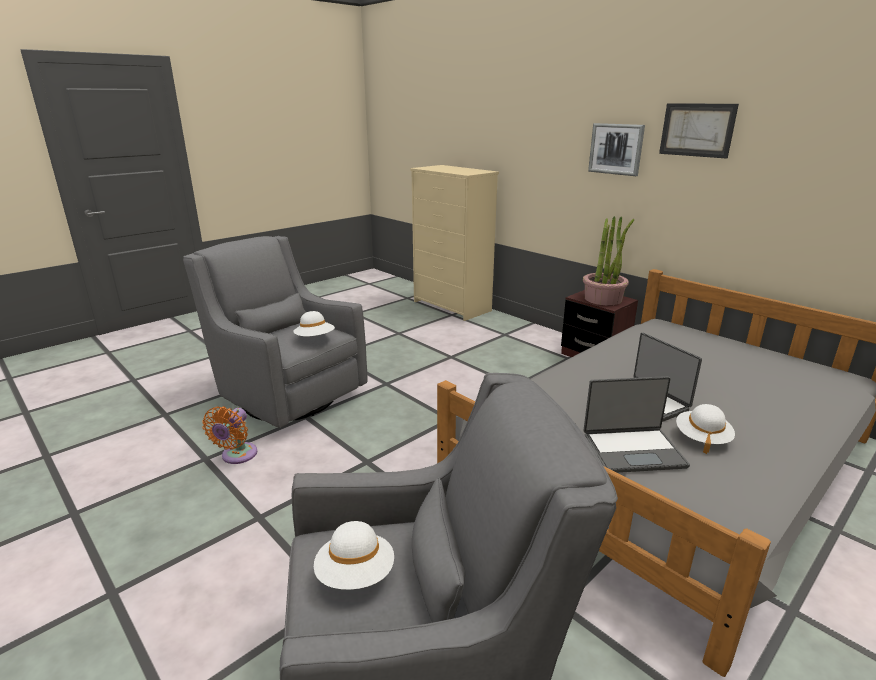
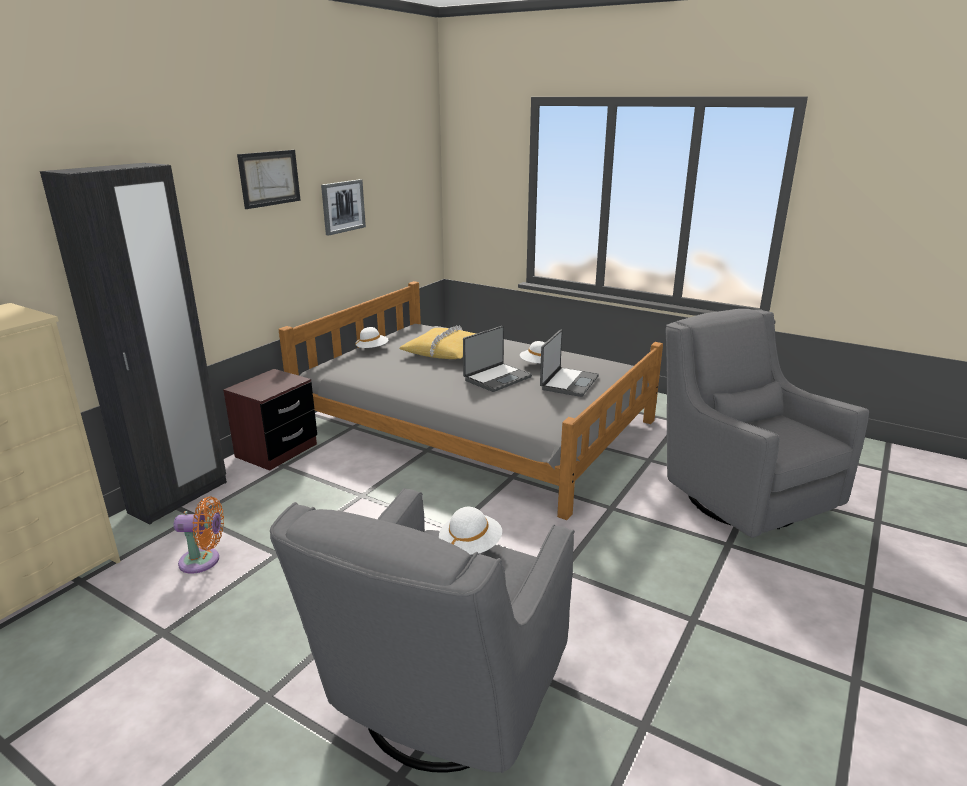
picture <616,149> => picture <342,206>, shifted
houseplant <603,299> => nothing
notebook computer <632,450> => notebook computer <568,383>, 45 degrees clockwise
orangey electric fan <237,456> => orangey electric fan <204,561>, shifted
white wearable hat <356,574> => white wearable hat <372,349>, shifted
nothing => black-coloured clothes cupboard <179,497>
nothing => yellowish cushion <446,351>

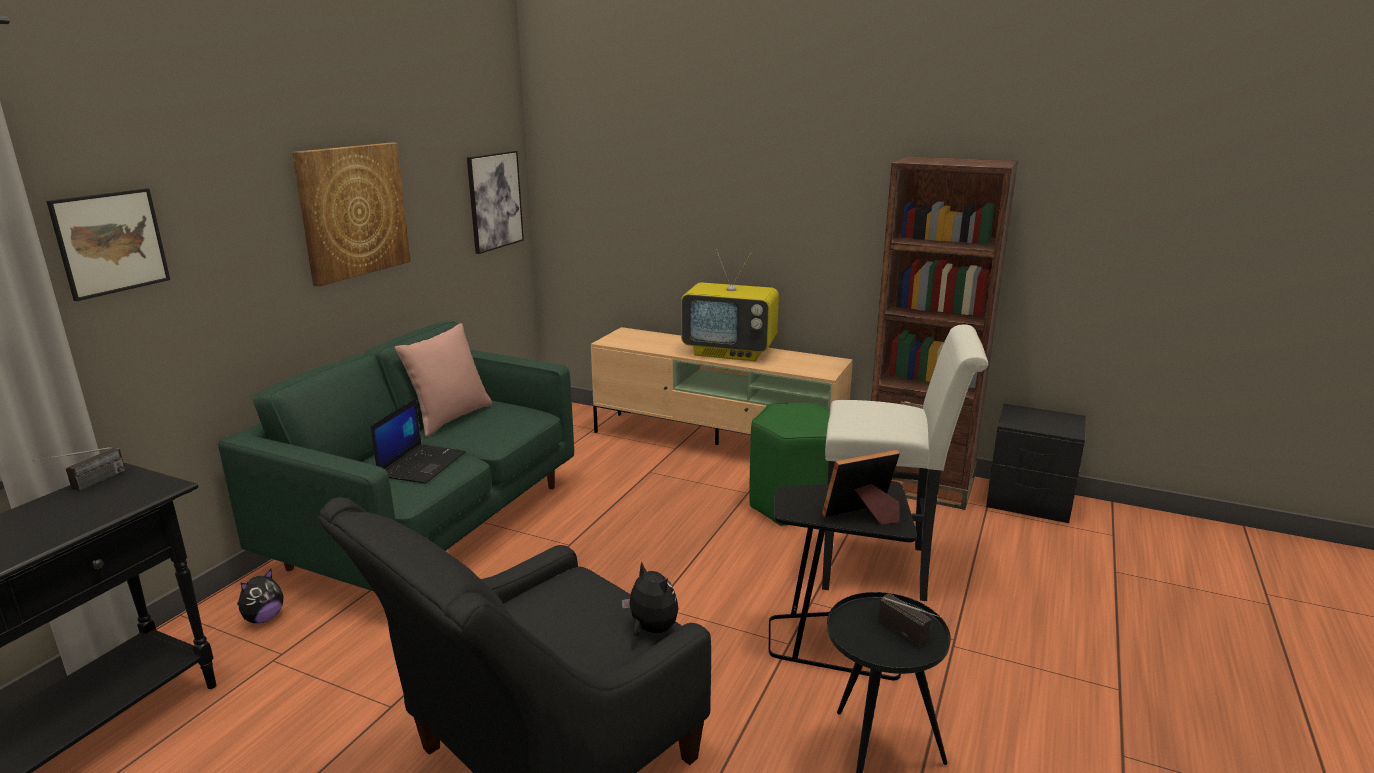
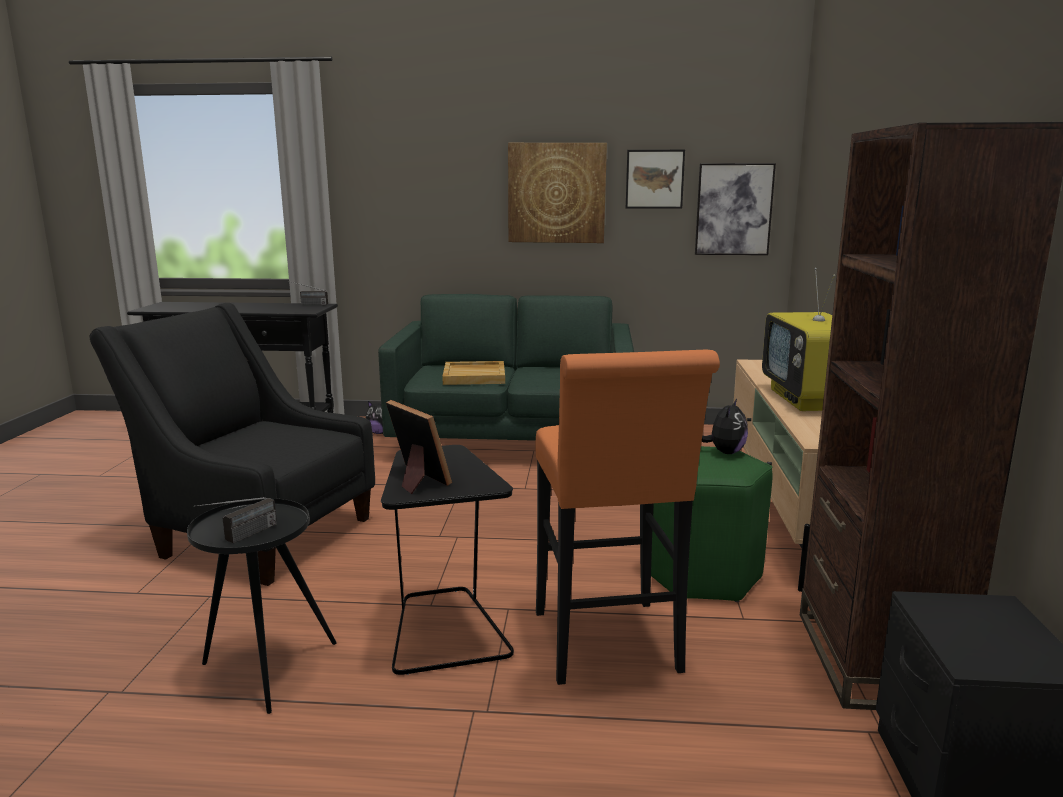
picture <111,242> => picture <654,179>, shifted
pink-coloured cushion <450,418> => nothing
white stool seat <884,569> => orangey stool seat <609,648>
notebook computer <422,464> => beige serving tray <475,376>
cuddly toy <651,629> => cuddly toy <725,452>, shifted

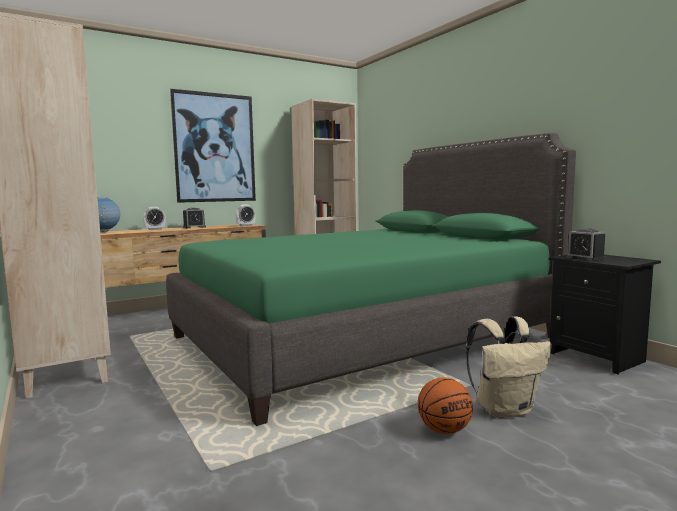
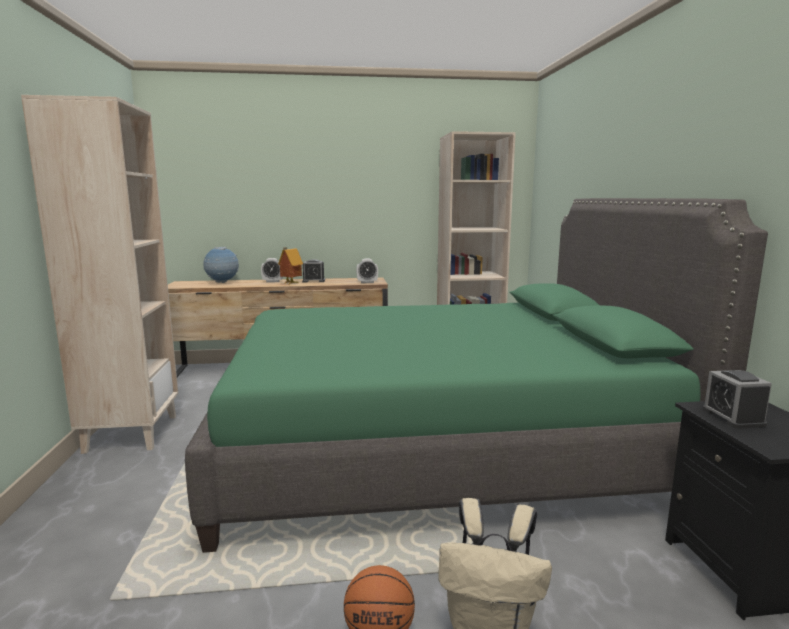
picture <214,148> => nothing
nothing => toy house <290,284>

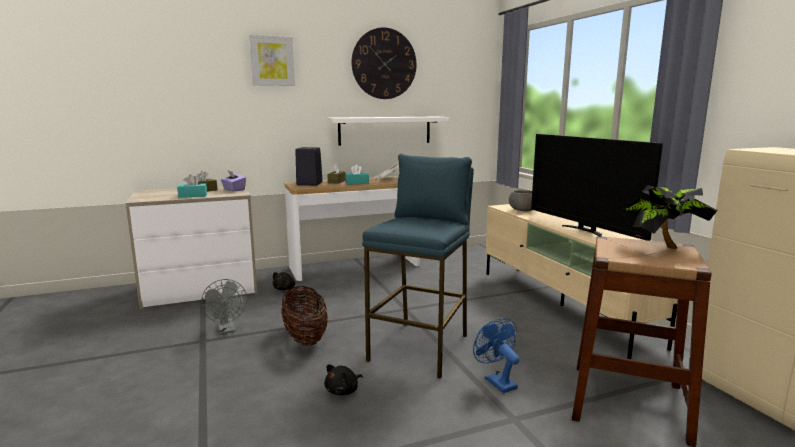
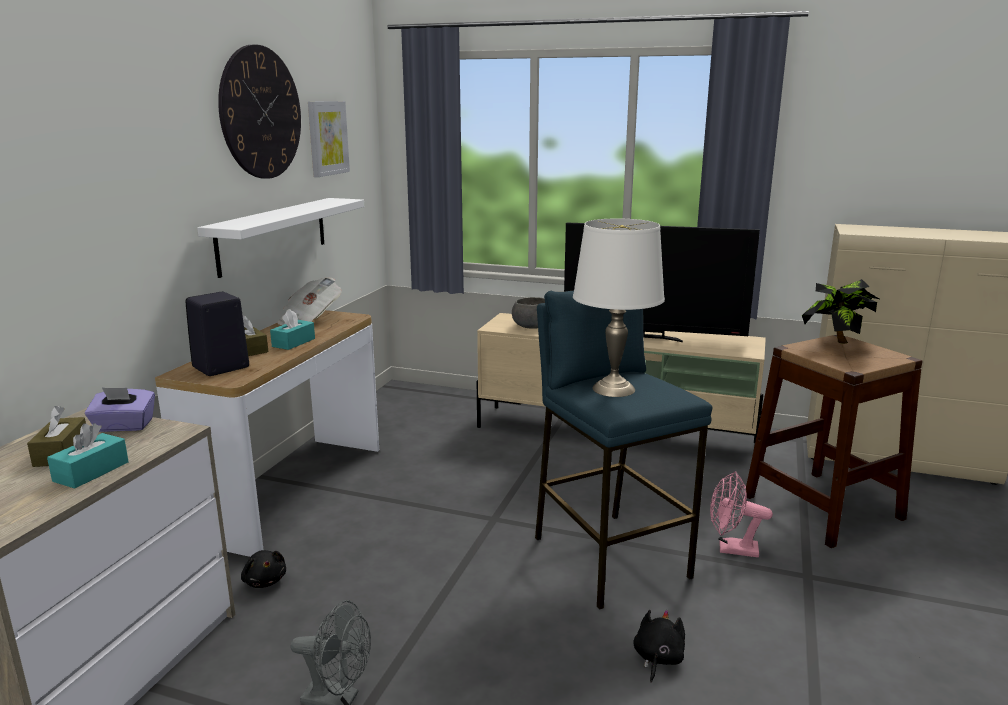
picture <272,61> => picture <327,138>, shifted
basket <305,338> => nothing
bluish electric fan <496,381> => pink-coloured electric fan <731,549>
black-coloured cuddly toy <343,391> => black-coloured cuddly toy <657,659>, 150 degrees counterclockwise
nothing => white tabletop lamp <614,388>

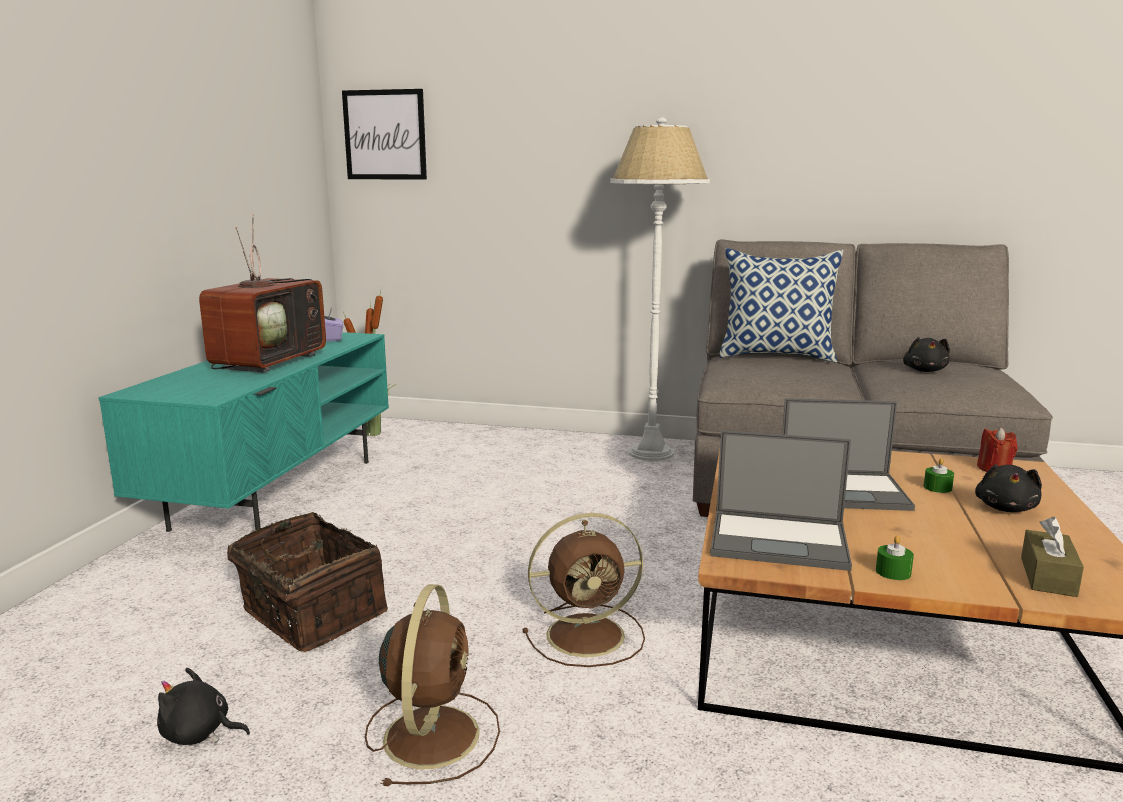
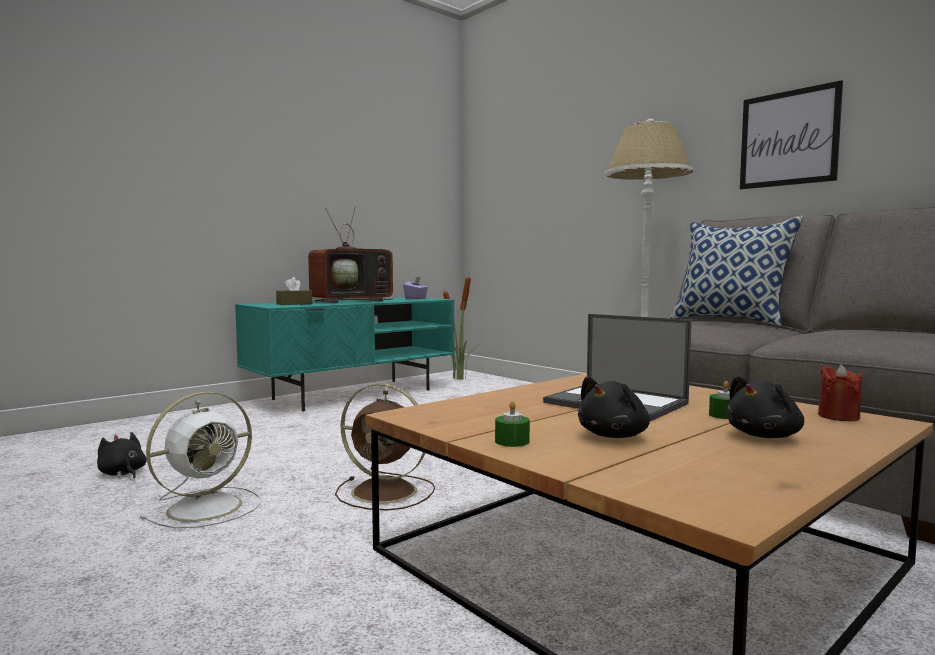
picture <385,135> => picture <788,138>, shifted
black-coloured cuddly toy <924,370> => black-coloured cuddly toy <615,436>, shifted
notebook computer <780,540> => nothing
basket <310,614> => nothing
brownish box of tissues <1048,576> => brownish box of tissues <294,304>, shifted
brownish electric fan <432,733> => white electric fan <208,507>

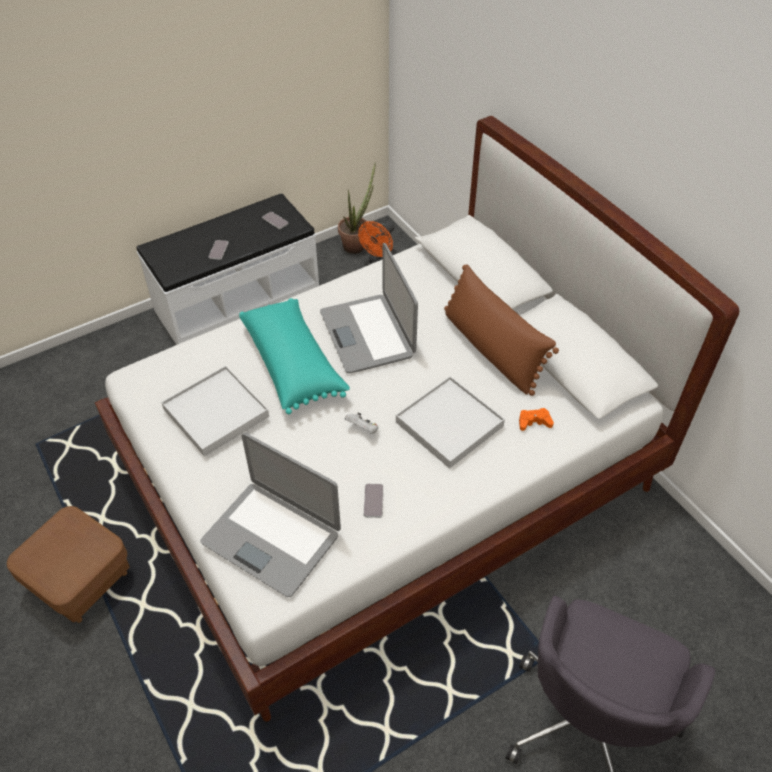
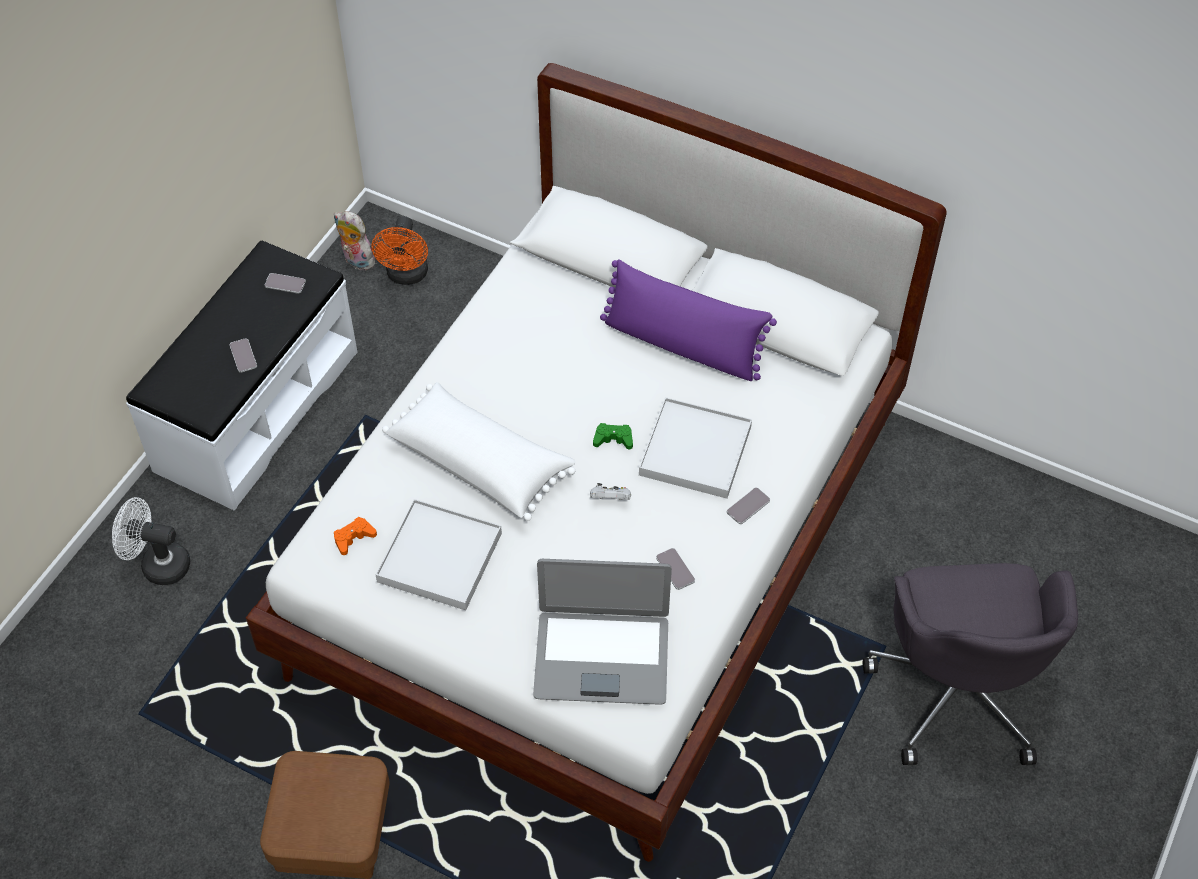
houseplant <357,244> => cuddly toy <356,261>
notebook computer <368,334> => nothing
brownish cushion <491,349> => purplish cushion <682,345>
turquoise cushion <293,364> => white cushion <480,461>
orangey joypad <534,422> => orangey joypad <353,538>, shifted
nothing => greenish joypad <613,439>
nothing => phone <748,506>
nothing => white electric fan <158,564>

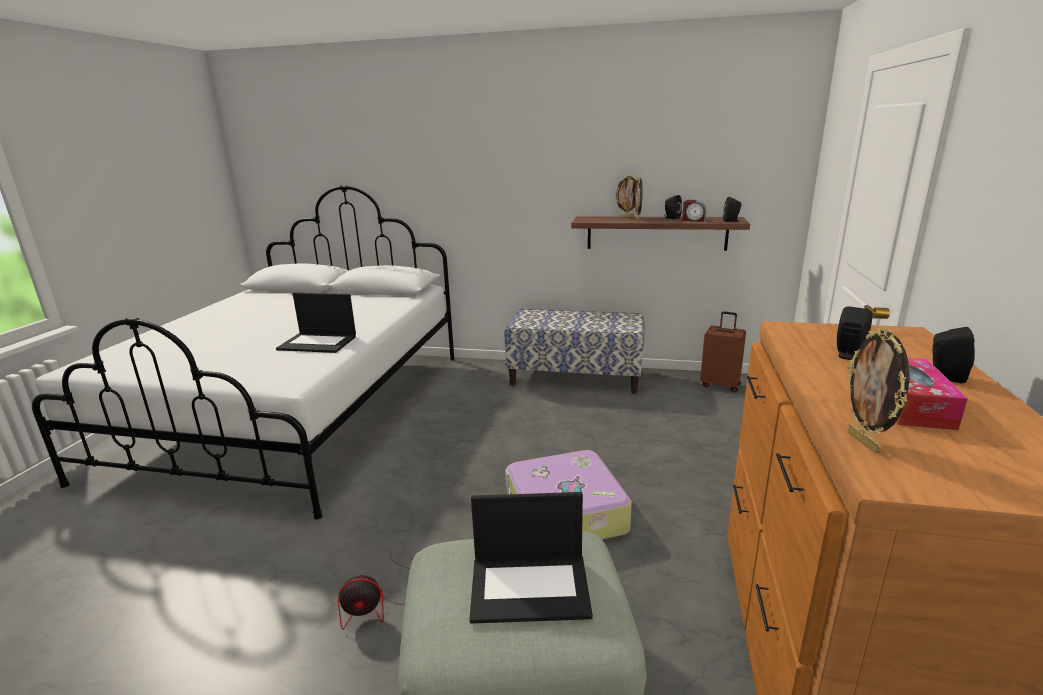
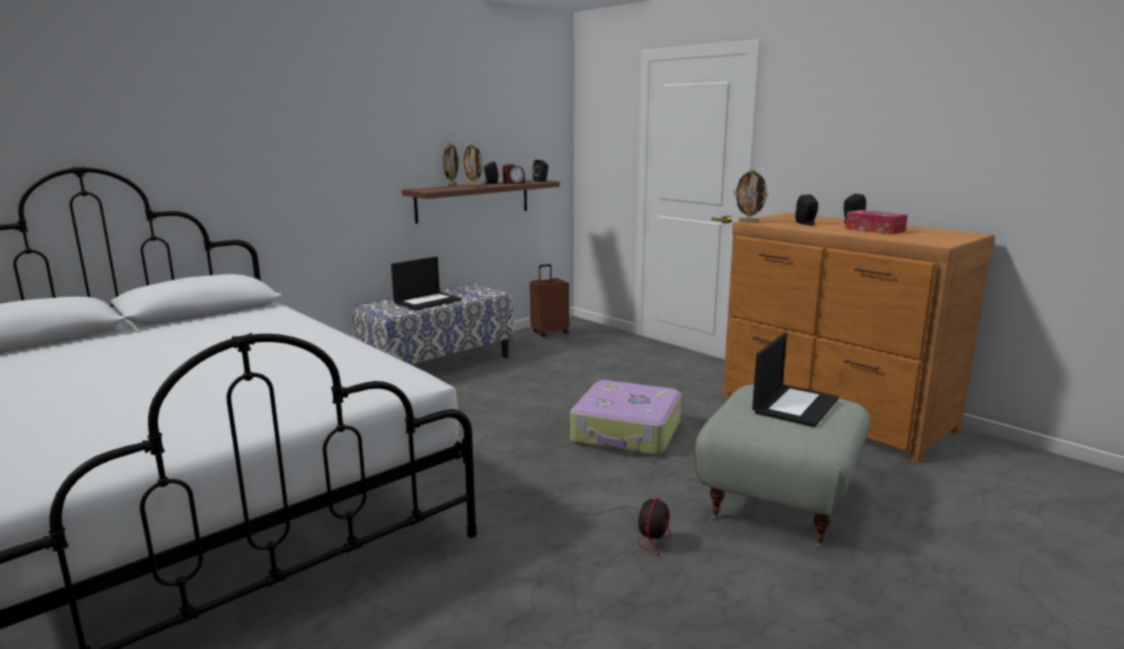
notebook computer <318,343> => notebook computer <427,301>, shifted
standing frame <864,442> => standing frame <749,222>, shifted

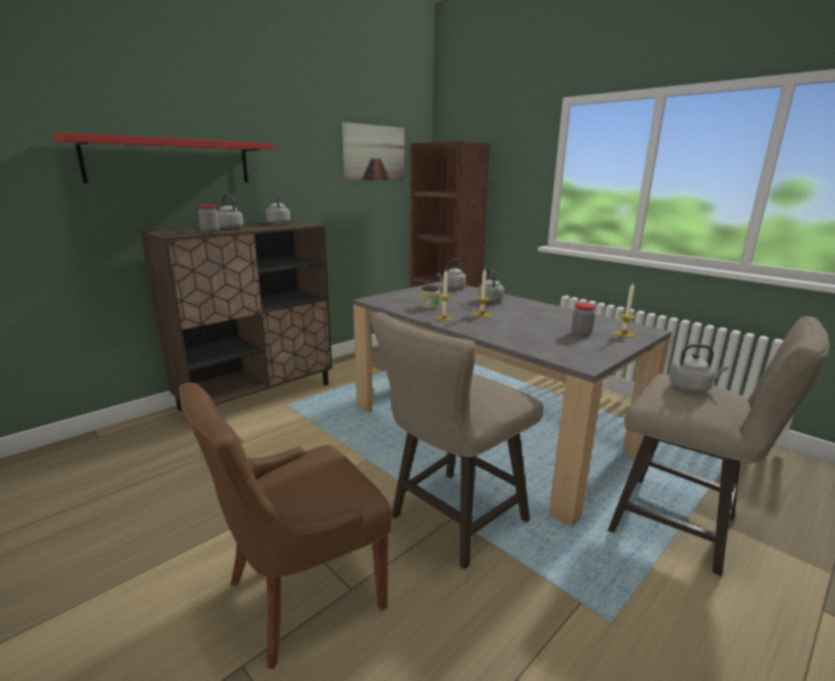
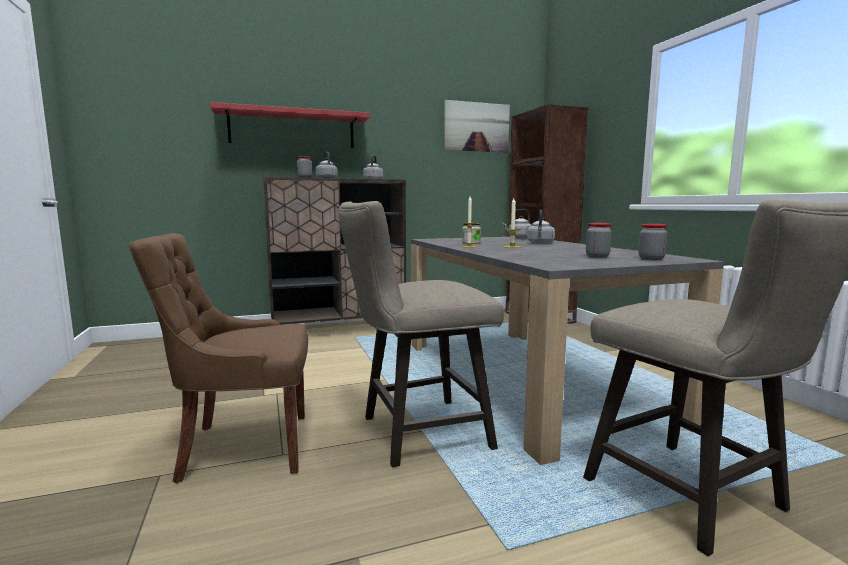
wax light <624,334> => jar <651,259>
greyish kettle <691,387> => nothing

